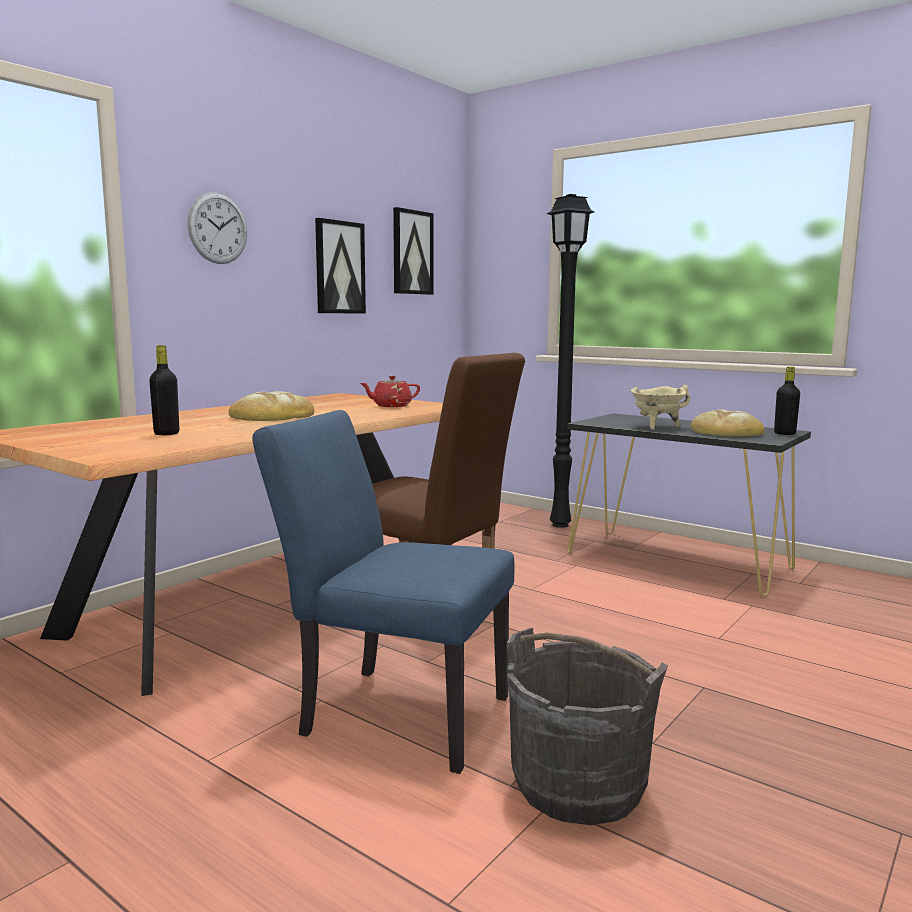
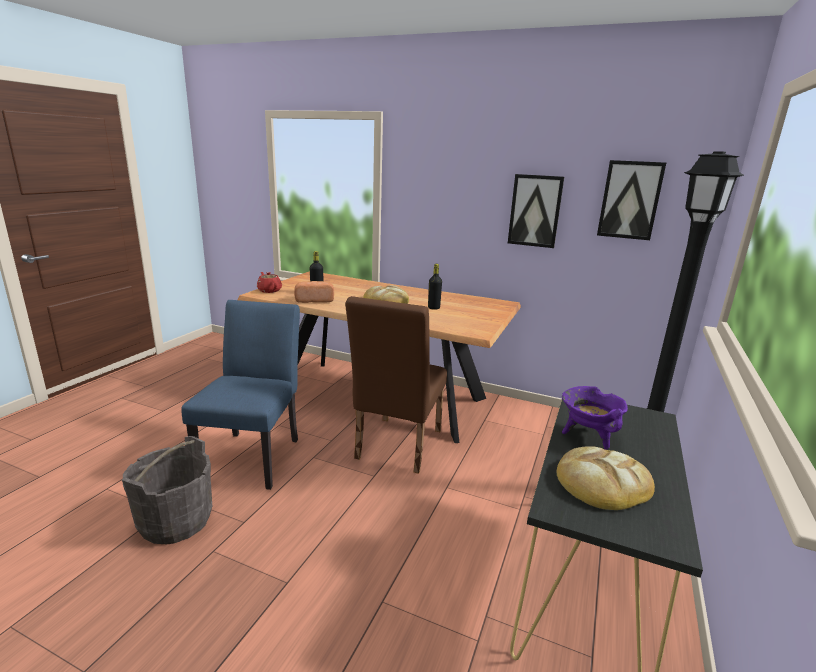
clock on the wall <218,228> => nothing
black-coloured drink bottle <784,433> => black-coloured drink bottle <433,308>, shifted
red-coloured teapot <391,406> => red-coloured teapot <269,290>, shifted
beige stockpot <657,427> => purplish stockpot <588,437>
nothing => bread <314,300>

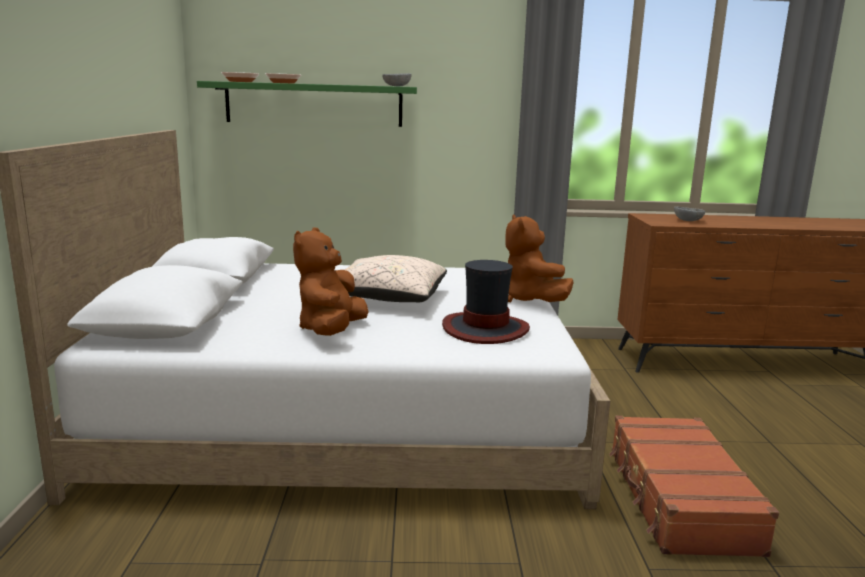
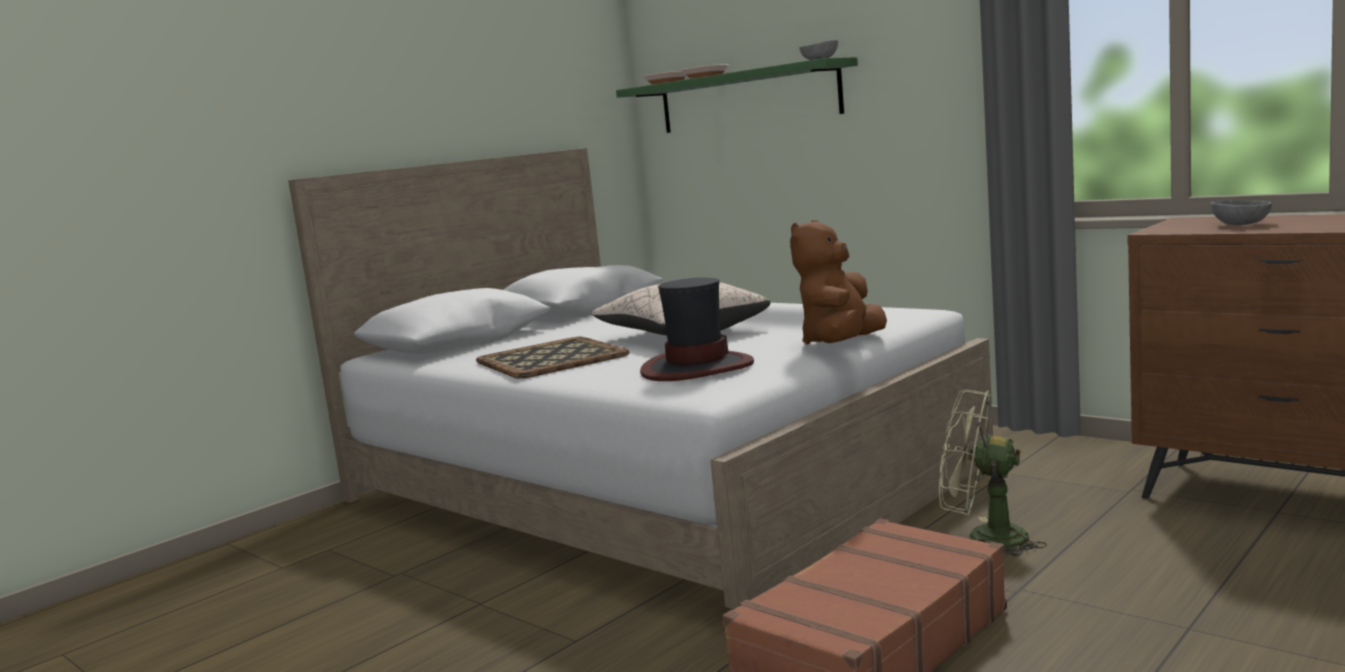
brownish cuddly toy <331,331> => serving tray <552,358>
nothing => greenish electric fan <984,538>

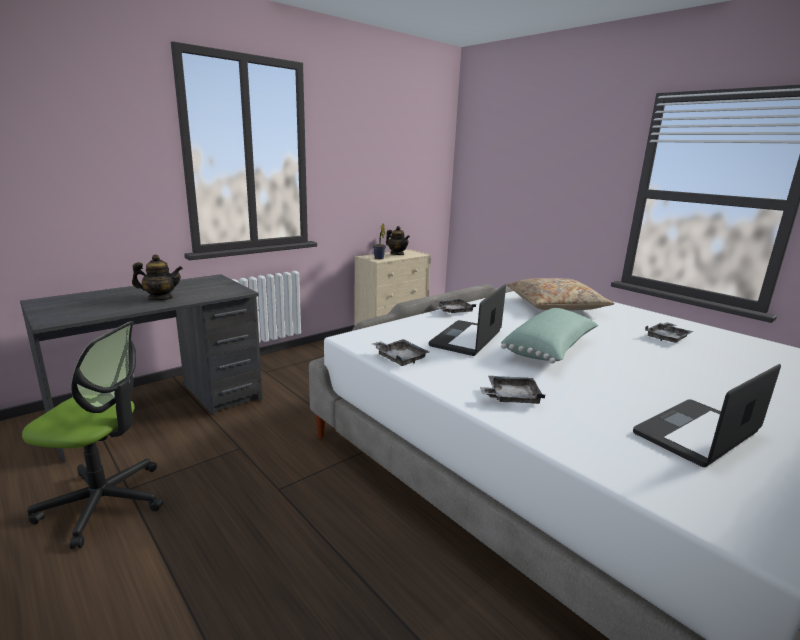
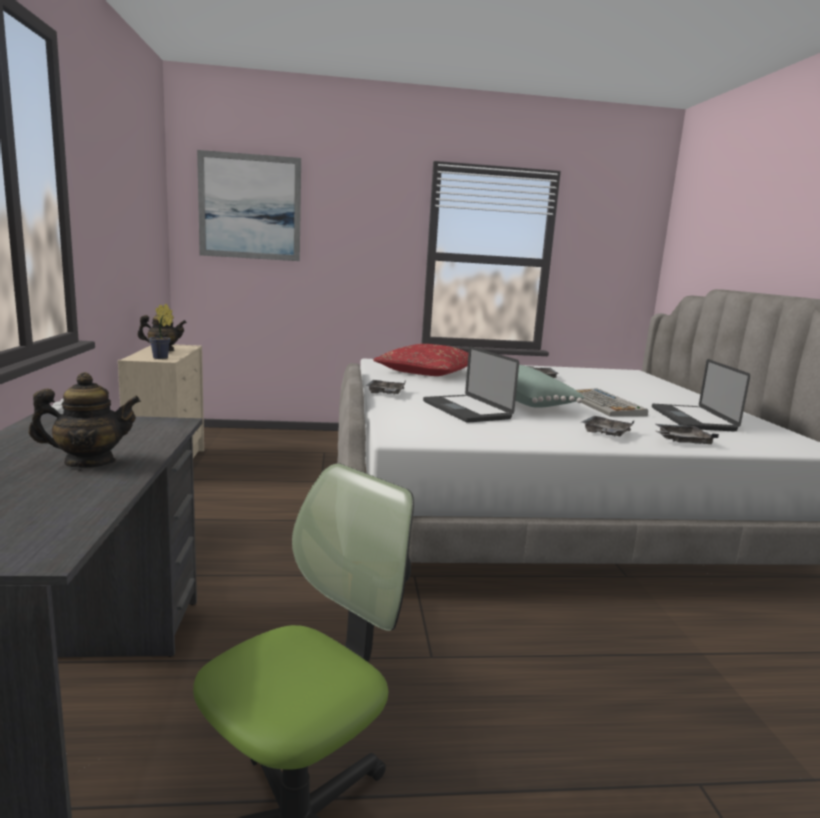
teapot <160,298> => teapot <89,462>, 45 degrees clockwise
beige cushion <555,305> => red-coloured cushion <427,372>
greyish serving tray <399,358> => greyish serving tray <681,441>, shifted
nothing => picture <250,207>
nothing => computer keyboard <604,405>

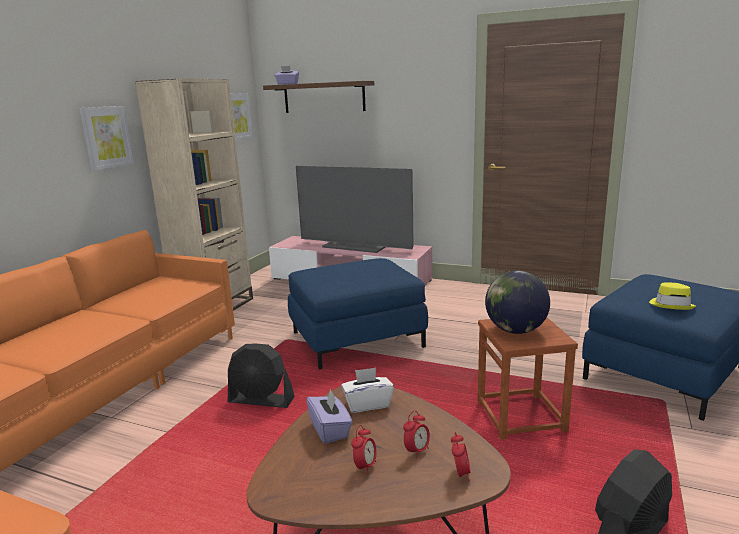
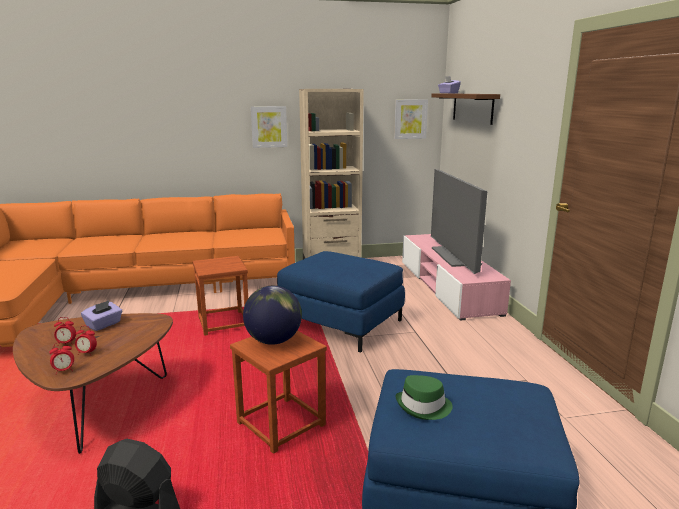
yellowish wearable hat <671,305> => greenish wearable hat <424,406>
black-coloured electric fan <261,401> => brownish stool seat <224,323>
white box of tissues <367,404> => nothing

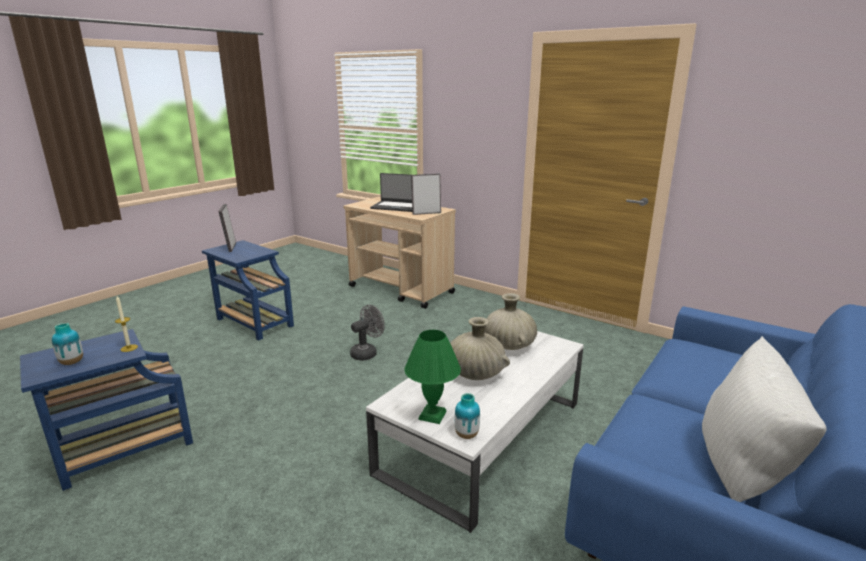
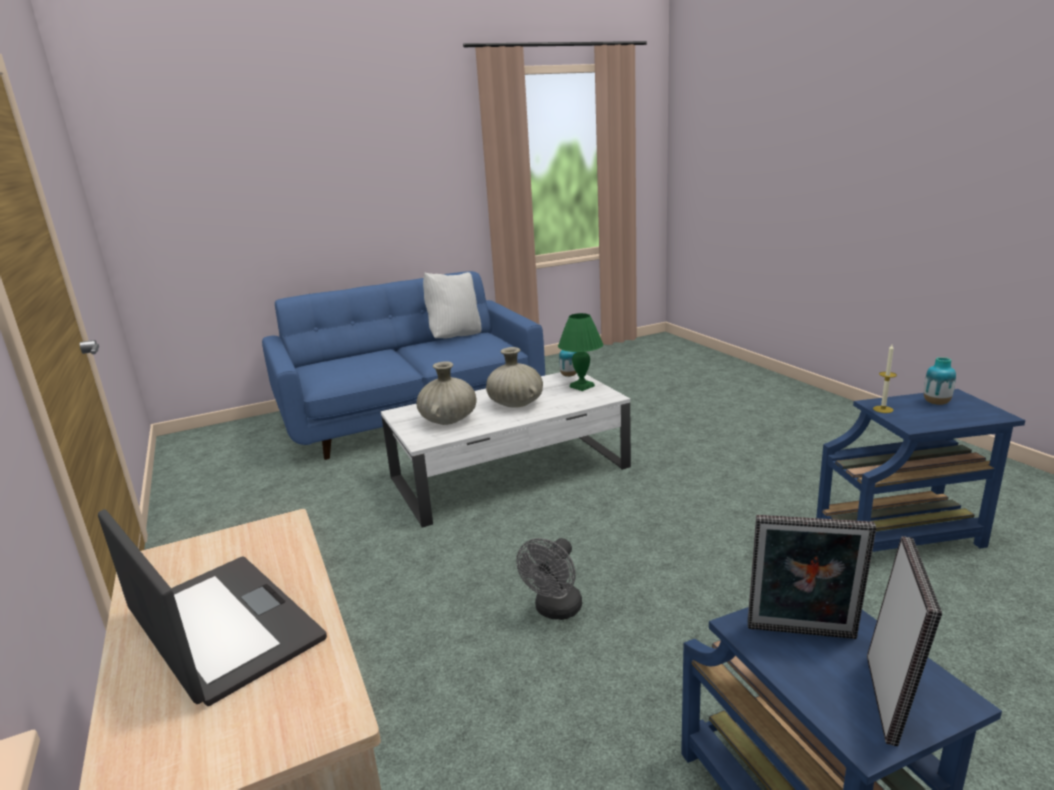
standing frame <426,213> => standing frame <801,635>, shifted
greyish electric fan <367,353> => greyish electric fan <555,611>, 45 degrees counterclockwise

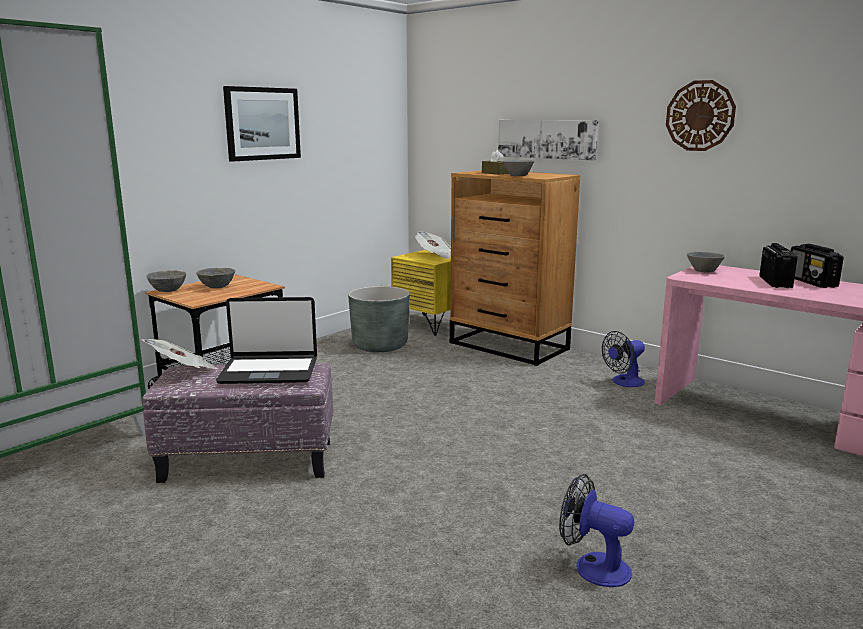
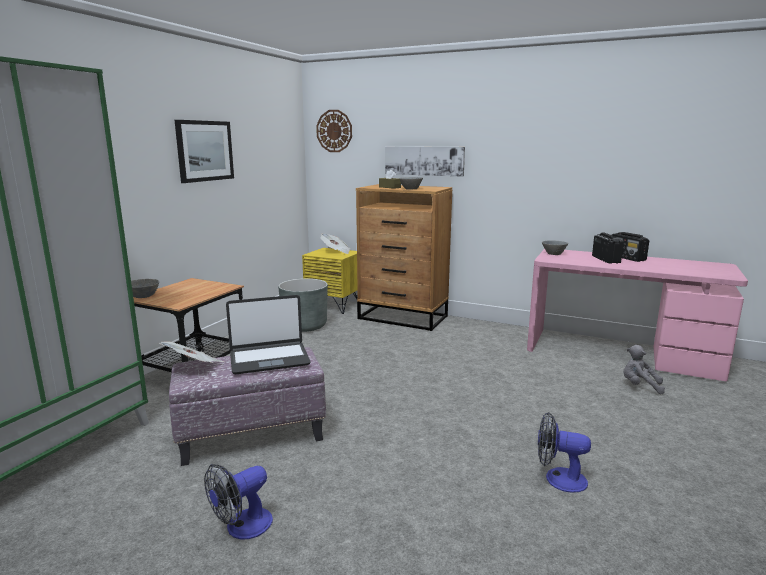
clock on the wall <700,116> => clock on the wall <334,131>, shifted
greyish serving bowl <217,287> => nothing
electric fan <623,382> => electric fan <242,528>, shifted
nothing => greyish cuddly toy <639,386>

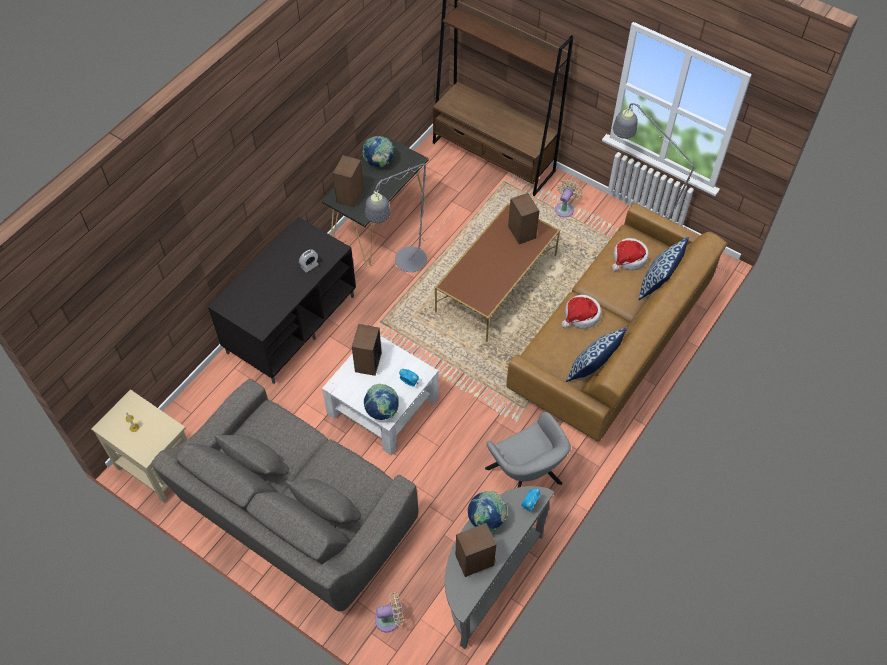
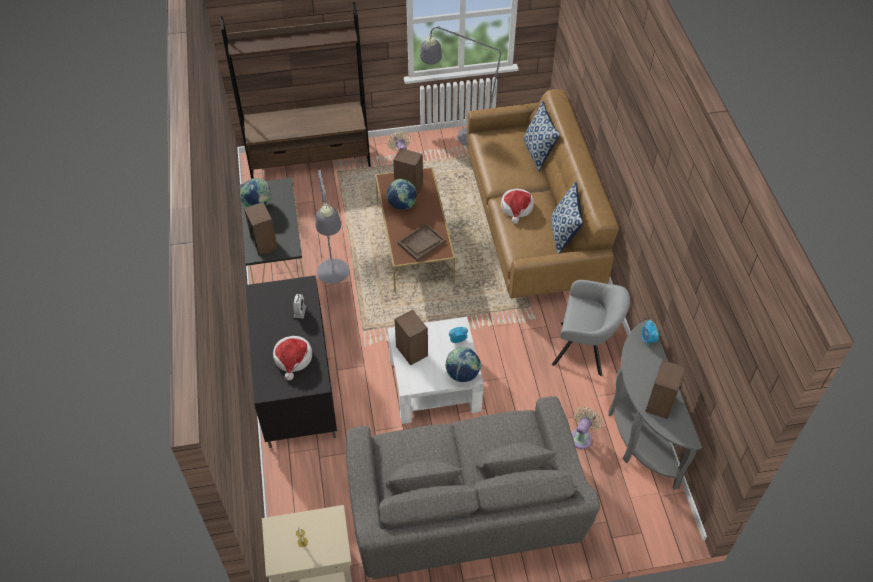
wearable hat <629,258> => wearable hat <293,359>, shifted
desk globe <486,519> => desk globe <402,205>, shifted
beige electric fan <390,619> => beige electric fan <582,437>, shifted
nothing => brownish serving tray <421,243>

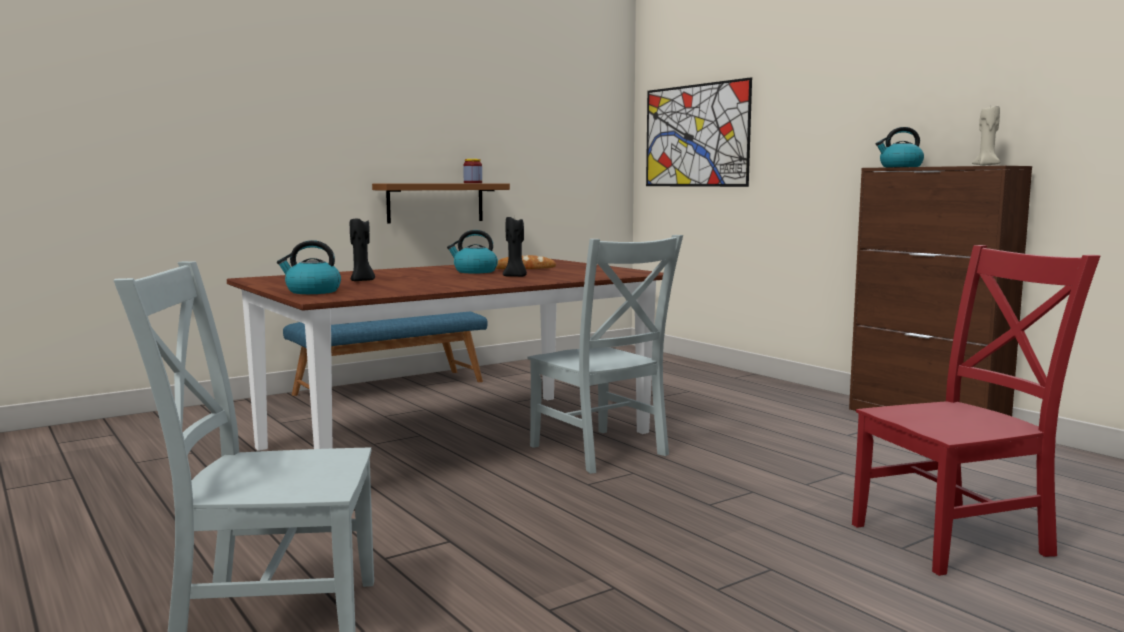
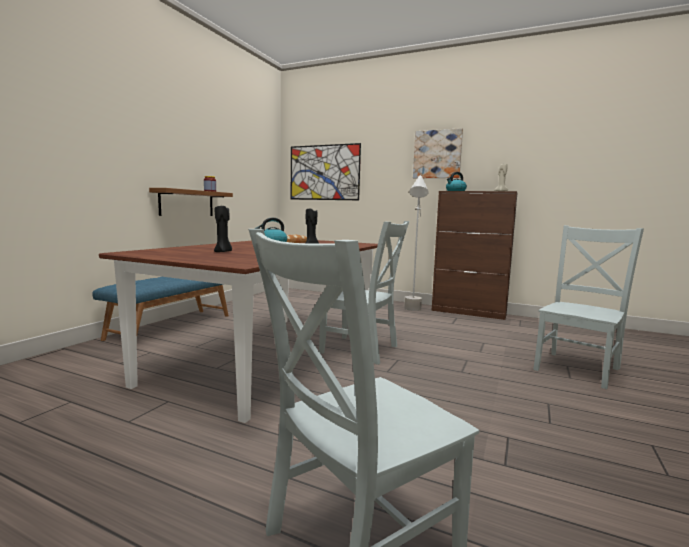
kettle <312,291> => nothing
red-coloured plain chair <957,538> => greyish plain chair <578,368>
nothing => picture <437,154>
nothing => greyish floor lamp <412,312>

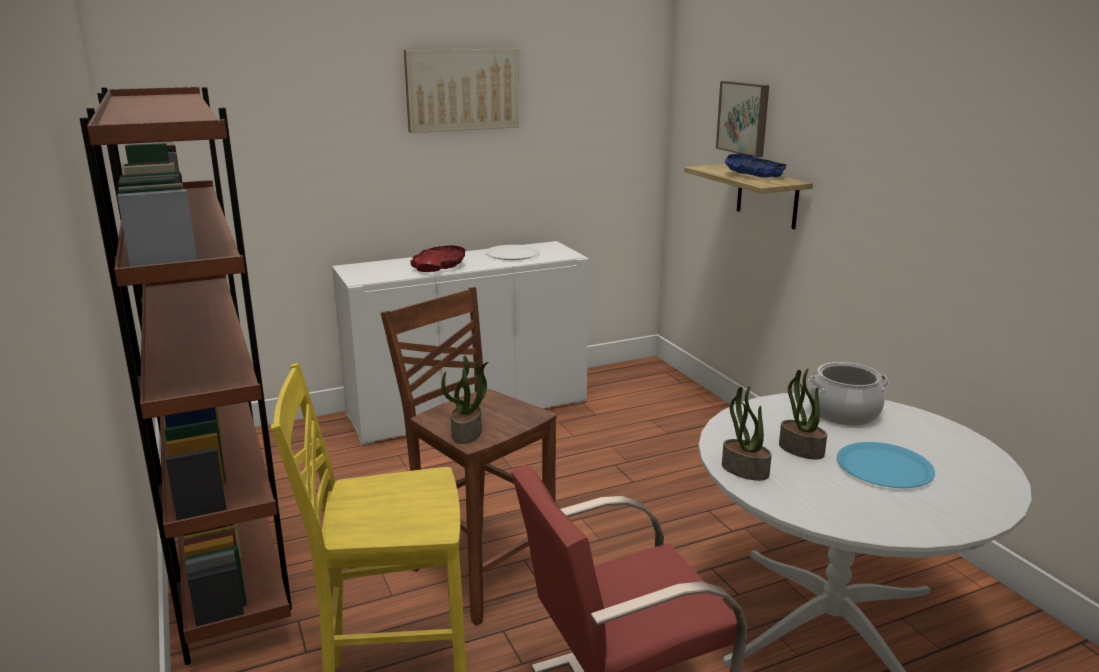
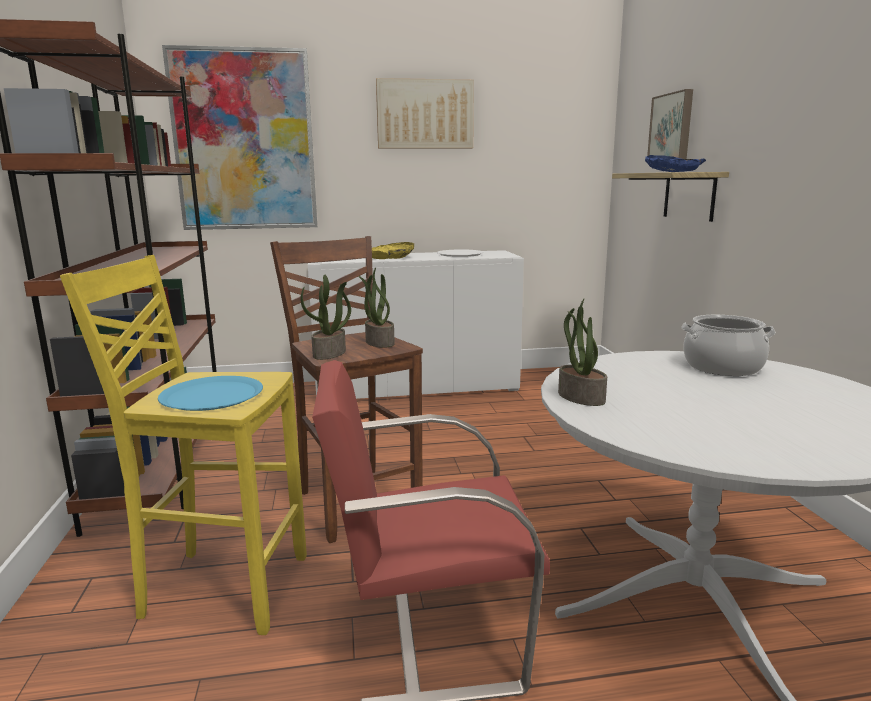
red-coloured serving bowl <438,267> => yellowish serving bowl <390,258>
houseplant <800,450> => houseplant <379,342>, shifted
bluish plate <884,467> => bluish plate <212,395>, shifted
nothing => picture <244,141>

